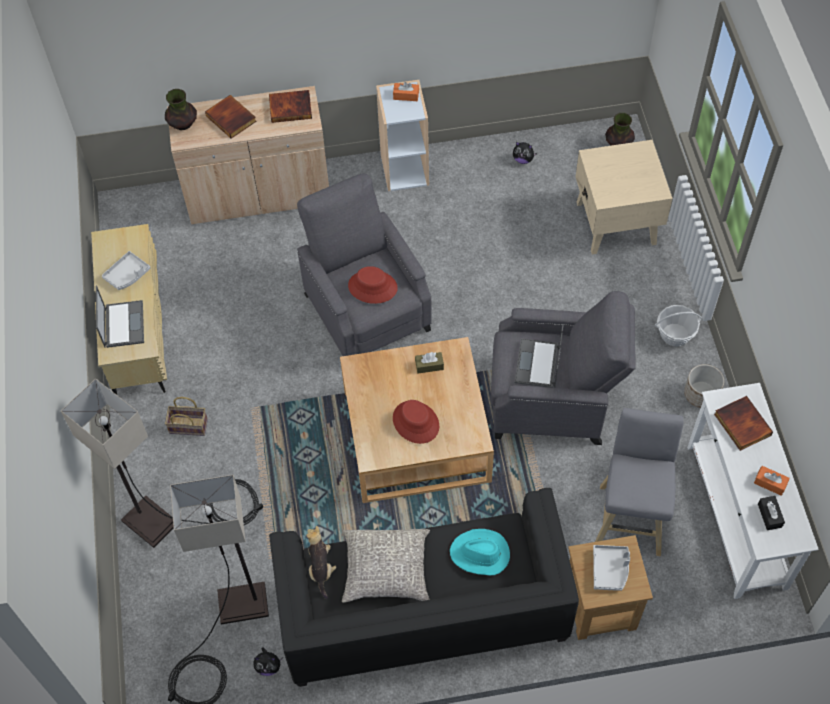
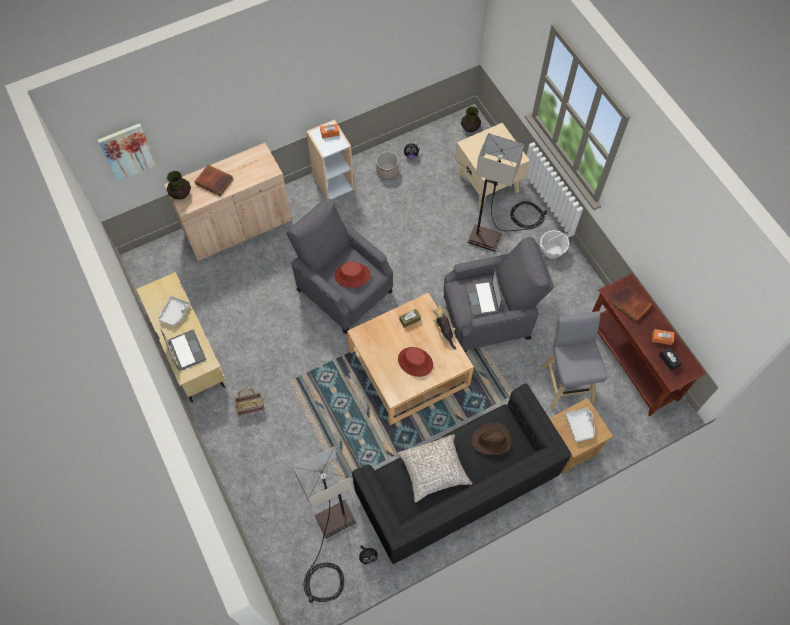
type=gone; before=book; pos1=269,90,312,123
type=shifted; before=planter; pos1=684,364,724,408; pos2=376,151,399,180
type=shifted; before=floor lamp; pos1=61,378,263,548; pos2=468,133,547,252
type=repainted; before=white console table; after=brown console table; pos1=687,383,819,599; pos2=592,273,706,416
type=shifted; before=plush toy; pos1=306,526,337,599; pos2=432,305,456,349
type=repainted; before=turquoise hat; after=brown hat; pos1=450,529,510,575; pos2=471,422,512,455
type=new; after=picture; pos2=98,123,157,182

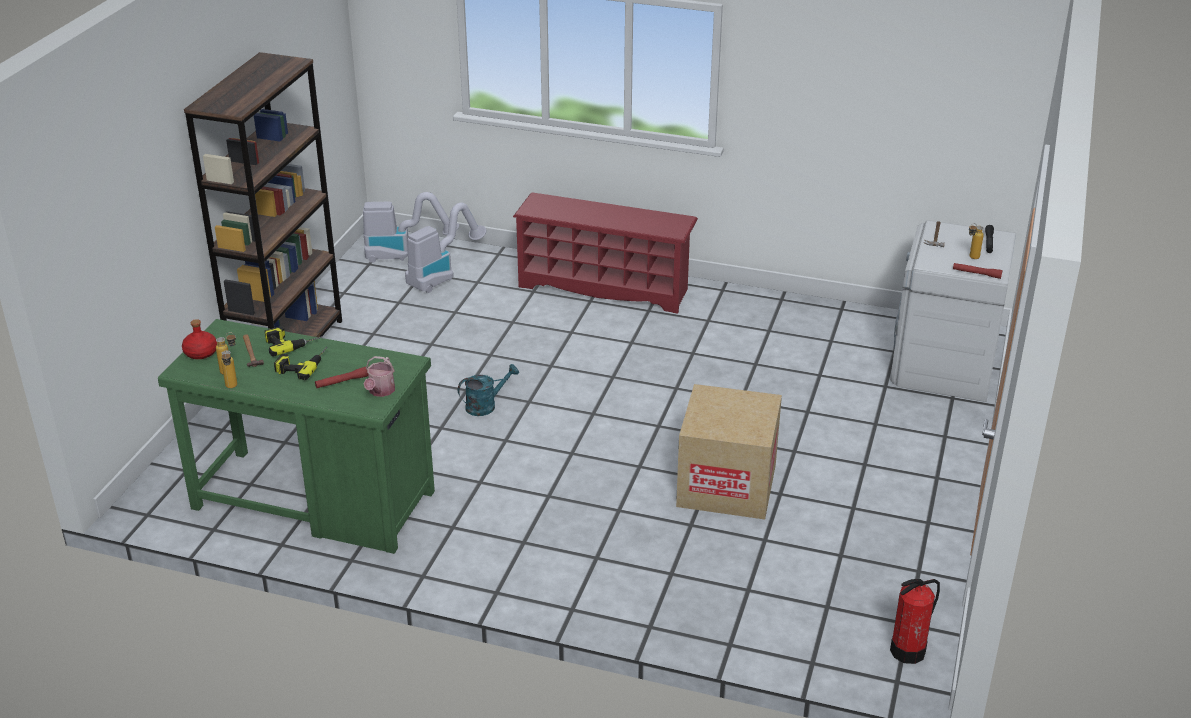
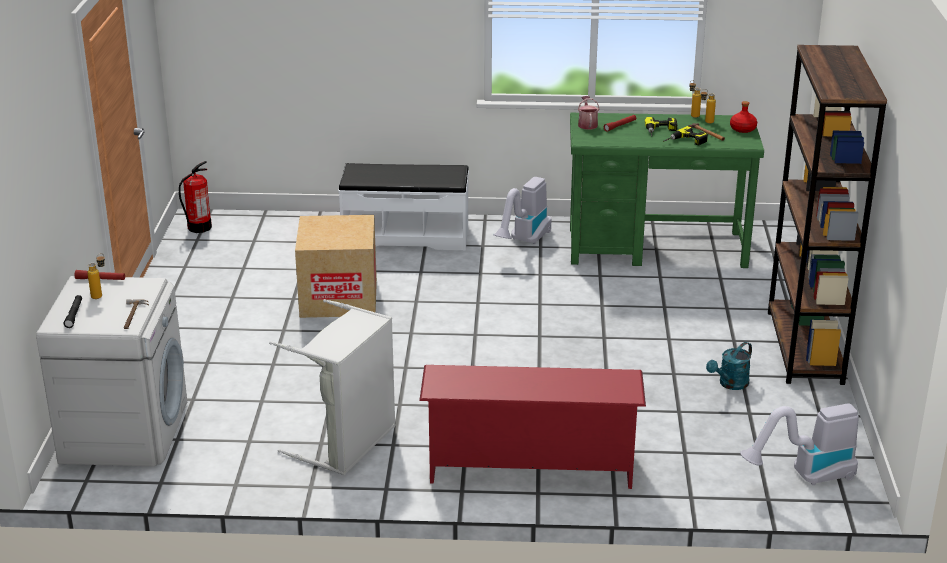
type=shifted; before=vacuum cleaner; pos1=405,203,486,293; pos2=493,177,551,244
type=shifted; before=turquoise watering can; pos1=458,364,519,416; pos2=706,342,752,390
type=new; after=white bench; pos2=338,163,469,251
type=new; after=grey laundry basket; pos2=269,299,396,475

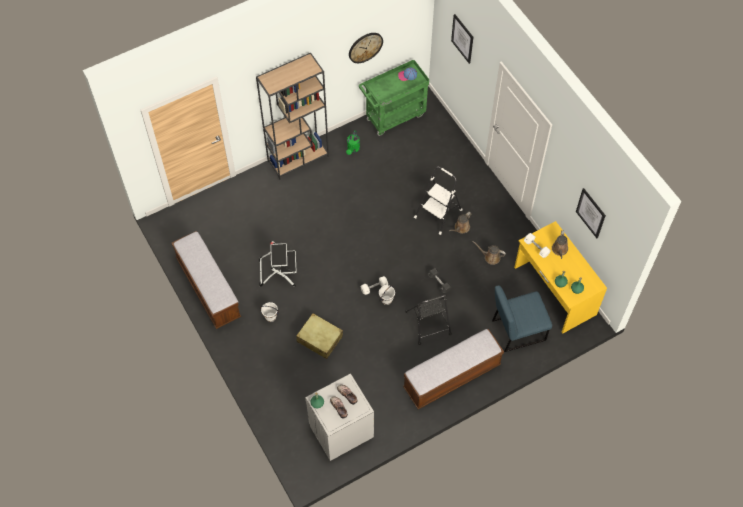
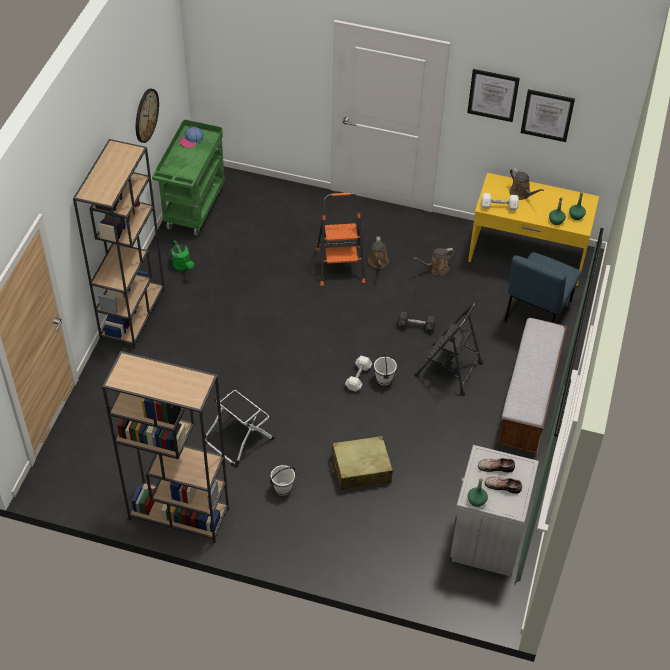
type=shifted; before=picture; pos1=451,14,473,64; pos2=467,69,520,122
type=repainted; before=white step ladder; after=orange step ladder; pos1=414,167,463,235; pos2=316,193,366,286
type=swapped; before=bench; after=bookcase; pos1=172,231,241,329; pos2=102,351,229,543

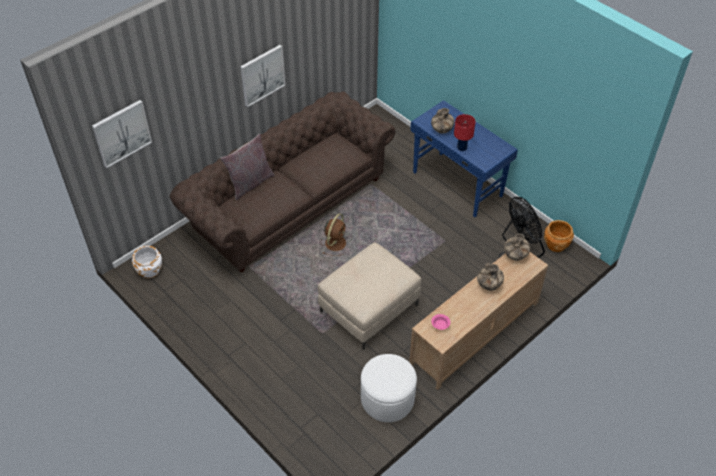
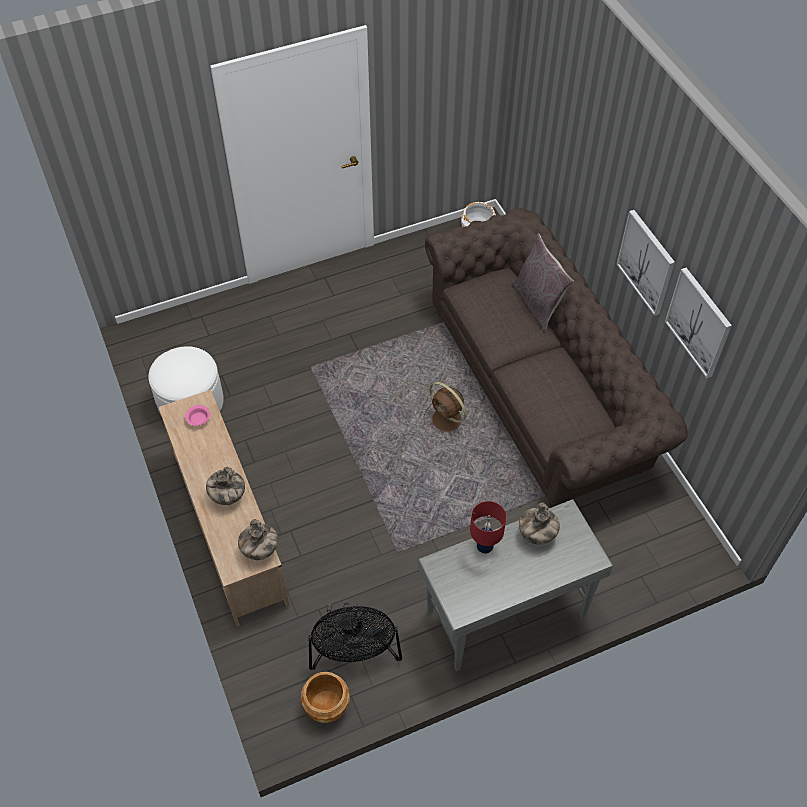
type=shifted; before=picture; pos1=92,100,152,168; pos2=665,268,732,378
type=repainted; before=blue console table; after=grey console table; pos1=410,100,518,217; pos2=418,499,613,671
type=gone; before=beige ottoman; pos1=318,243,421,350

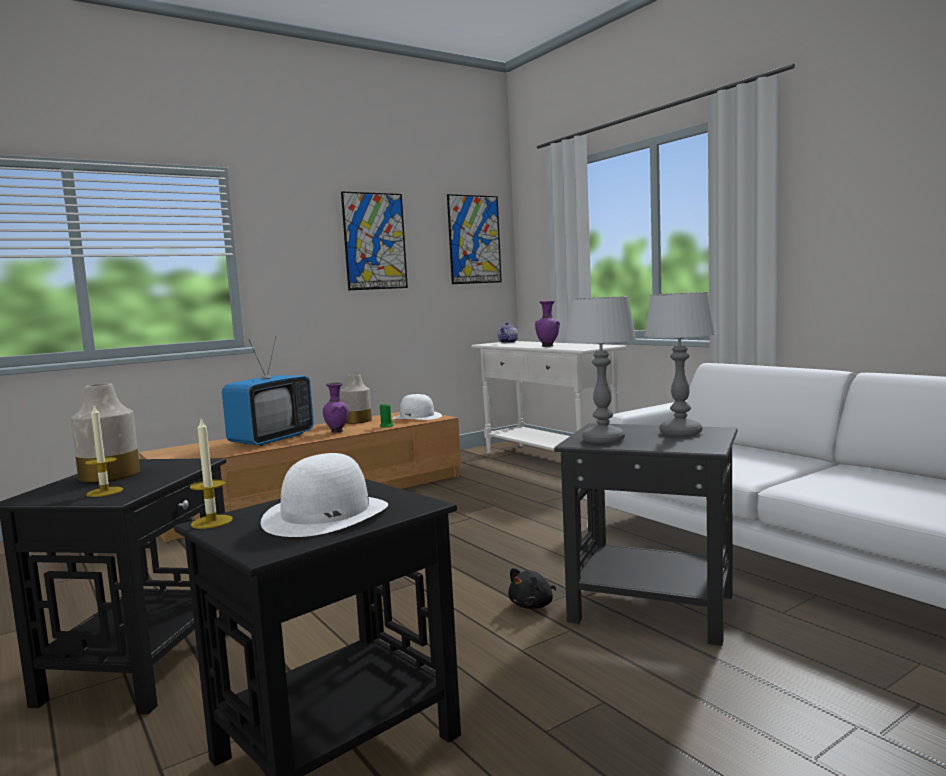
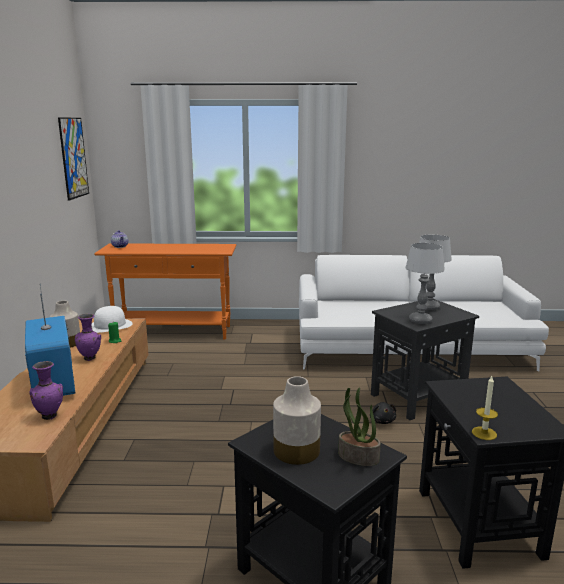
type=gone; before=picture; pos1=341,191,408,290
type=shifted; before=purple vase; pos1=535,301,560,347; pos2=29,361,63,420
type=repainted; before=white console table; after=orange console table; pos1=471,341,627,453; pos2=94,243,237,340
type=swapped; before=candle; after=potted plant; pos1=85,406,123,497; pos2=338,388,381,466
type=gone; before=white hat; pos1=261,453,388,537

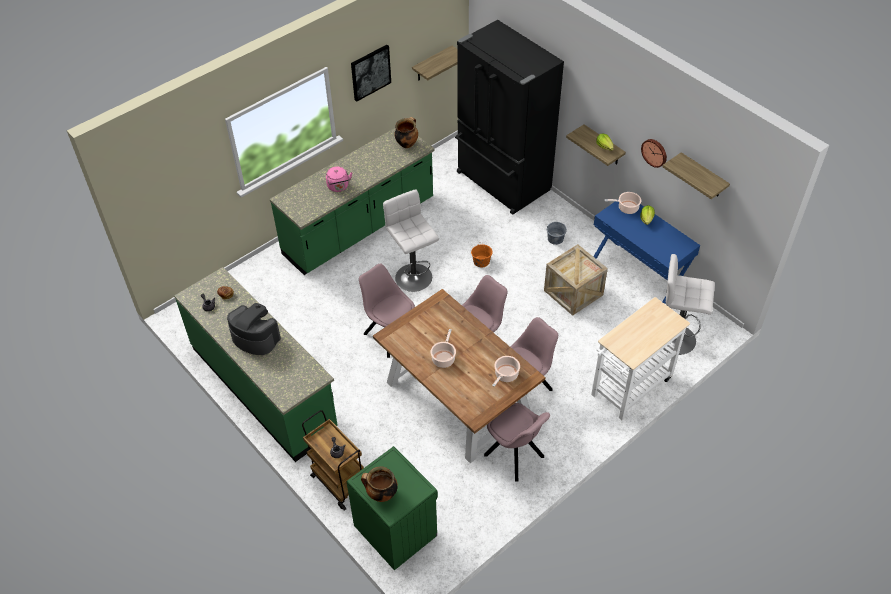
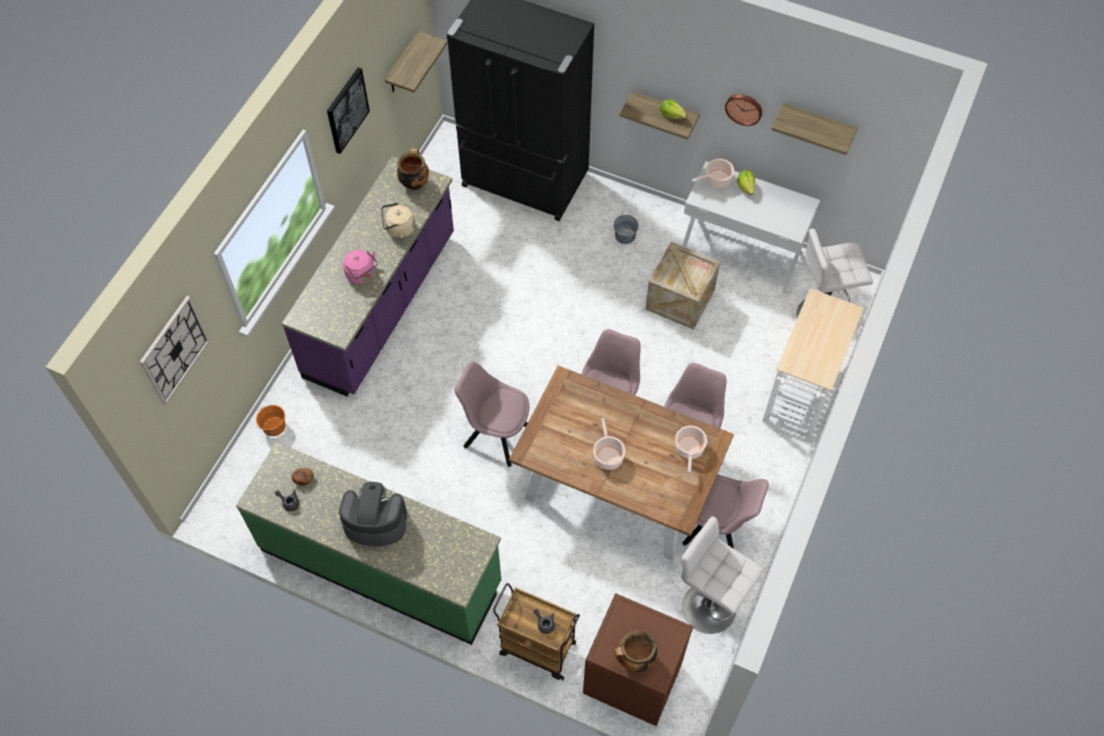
type=repainted; before=green counter; after=purple counter; pos1=270,128,435,275; pos2=281,156,454,396
type=shifted; before=white stool; pos1=383,190,439,292; pos2=681,516,764,634
type=repainted; before=blue console table; after=white console table; pos1=593,199,700,304; pos2=682,161,820,294
type=shifted; before=orange bucket; pos1=471,242,493,267; pos2=256,405,285,436
type=repainted; before=green washing machine; after=brown washing machine; pos1=346,446,438,570; pos2=583,593,693,726
type=new; after=beige kettle; pos2=381,203,415,239
type=new; after=wall clock; pos2=140,296,210,405

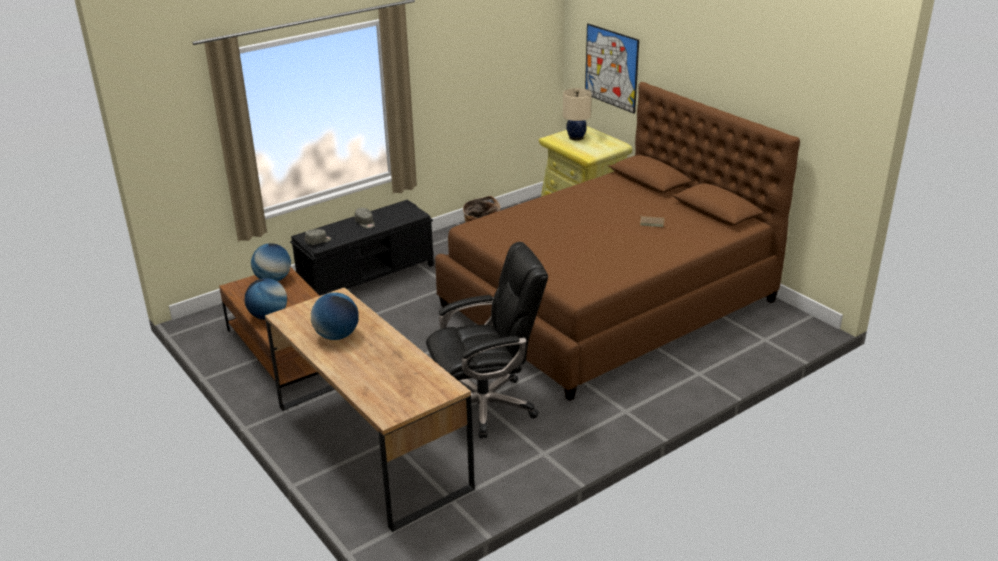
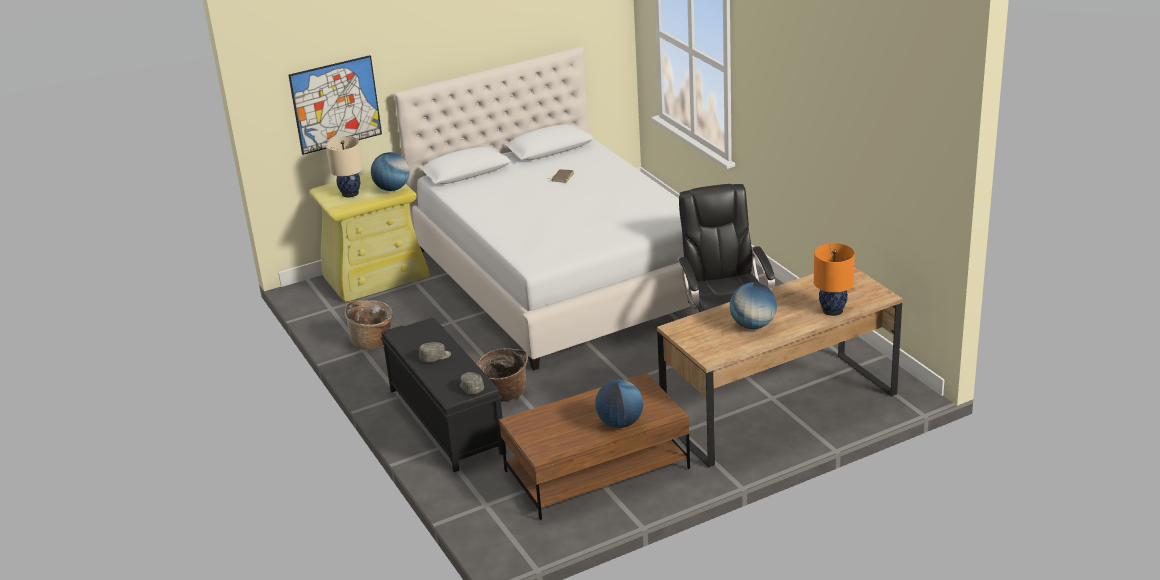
type=repainted; before=brown bed; after=white bed; pos1=435,82,800,401; pos2=394,46,691,370
type=shifted; before=globe; pos1=251,243,291,281; pos2=371,152,410,191
type=new; after=orange table lamp; pos2=814,243,855,316
type=new; after=basket; pos2=477,349,528,401

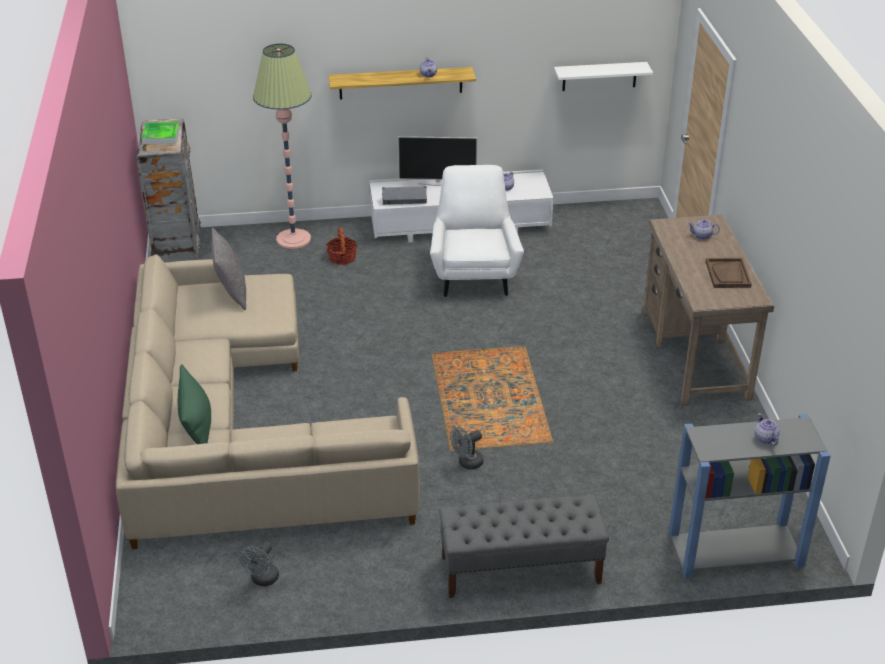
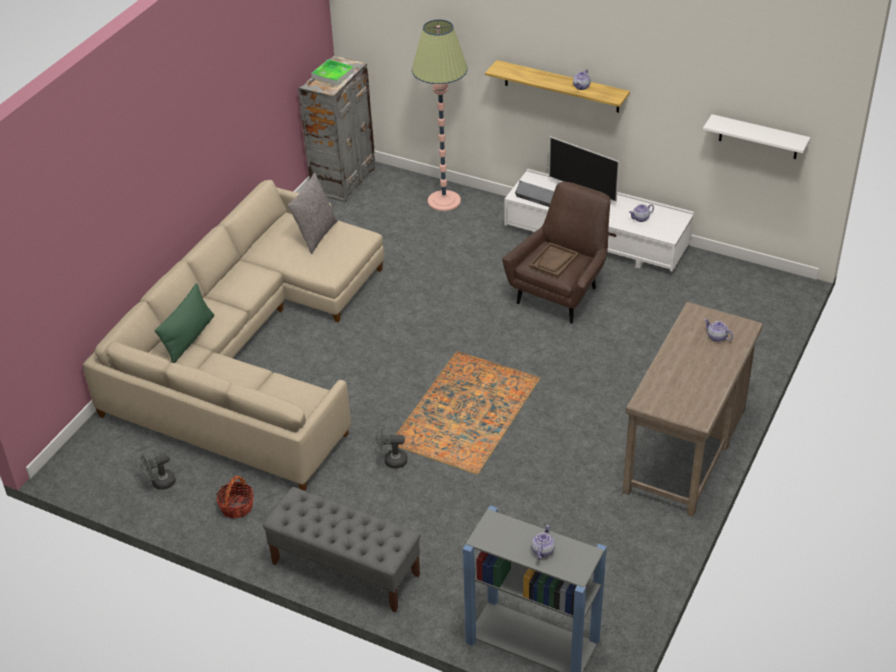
type=repainted; before=white armchair; after=brown armchair; pos1=430,165,524,297; pos2=502,182,611,324
type=shifted; before=basket; pos1=326,227,357,265; pos2=216,476,254,519
type=shifted; before=brown tray; pos1=706,258,752,288; pos2=529,243,579,278

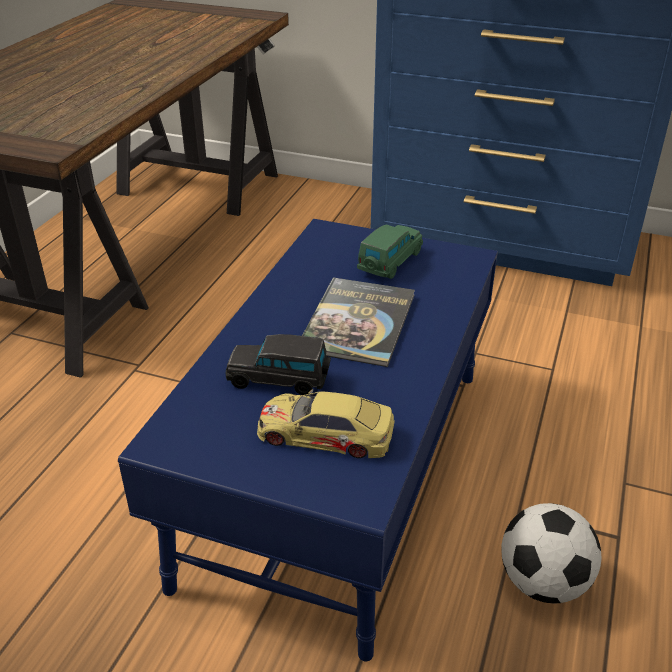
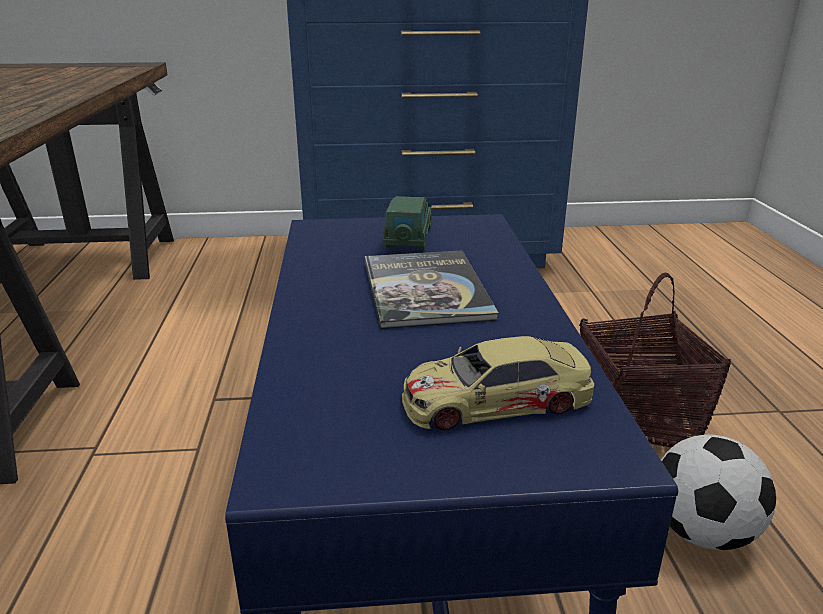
type=gone; before=black toy car; pos1=226,334,331,395
type=new; after=basket; pos2=579,273,731,448

